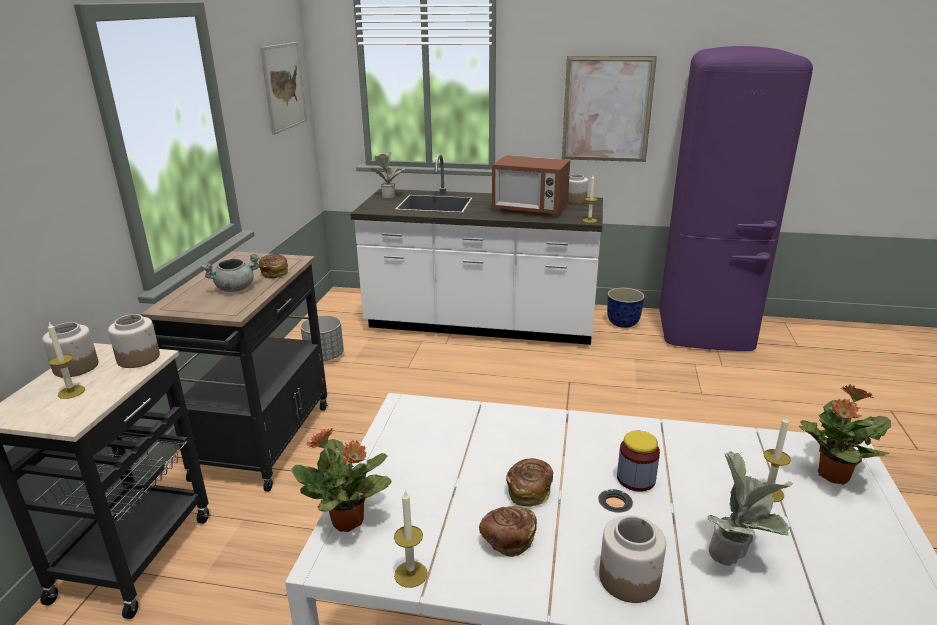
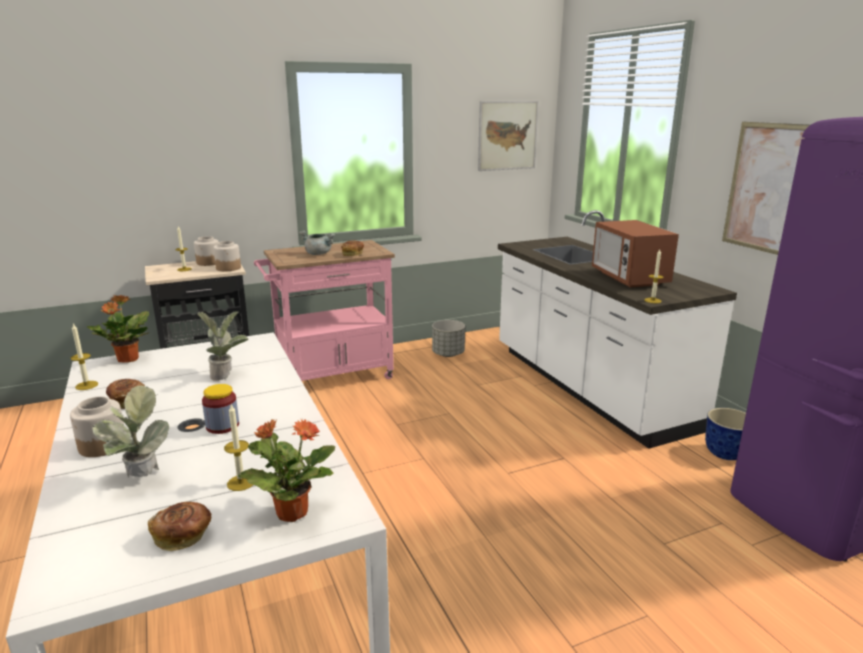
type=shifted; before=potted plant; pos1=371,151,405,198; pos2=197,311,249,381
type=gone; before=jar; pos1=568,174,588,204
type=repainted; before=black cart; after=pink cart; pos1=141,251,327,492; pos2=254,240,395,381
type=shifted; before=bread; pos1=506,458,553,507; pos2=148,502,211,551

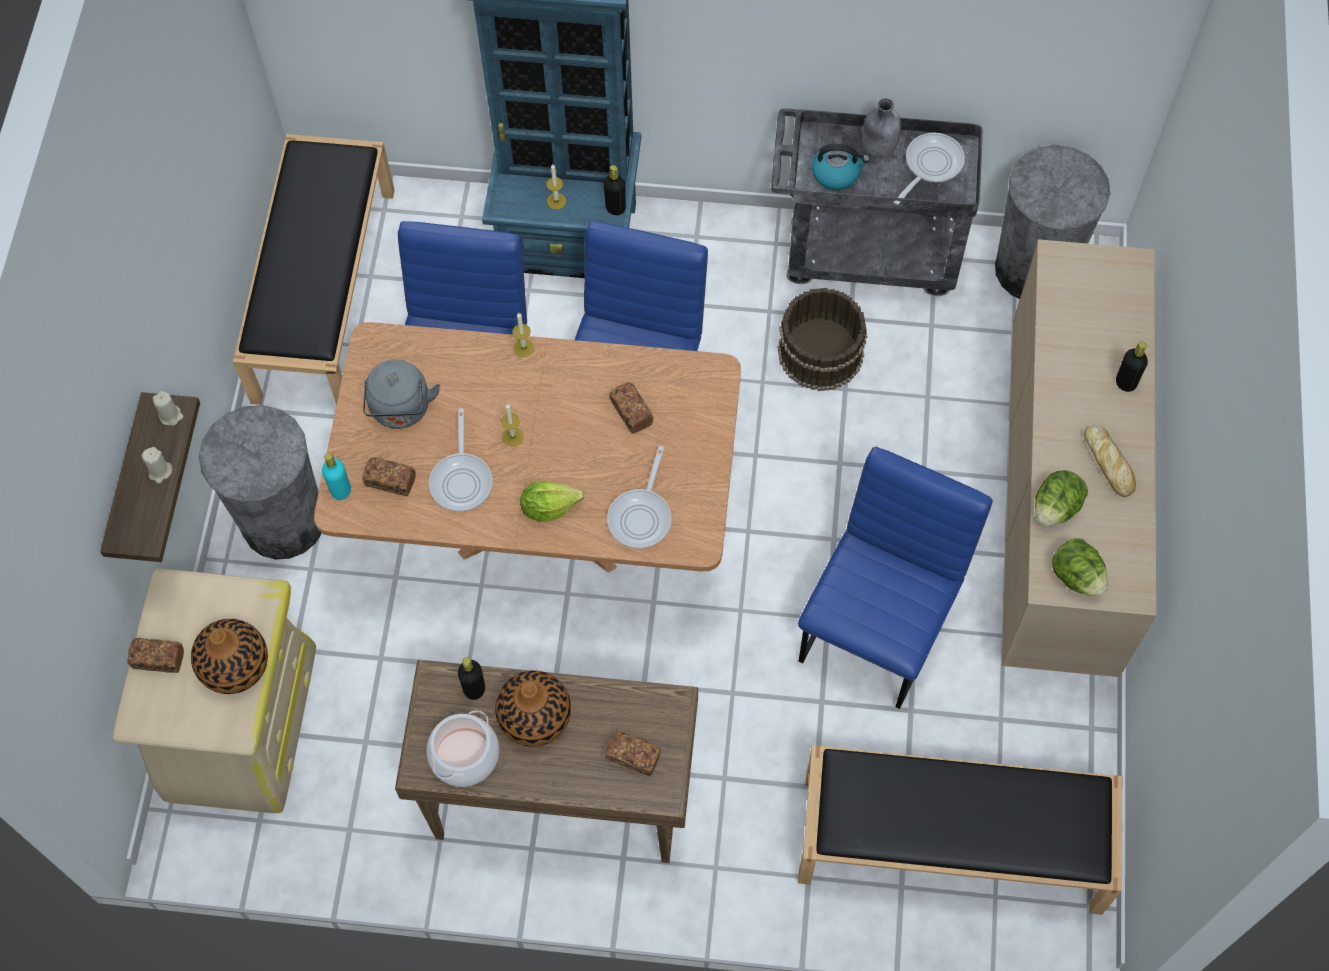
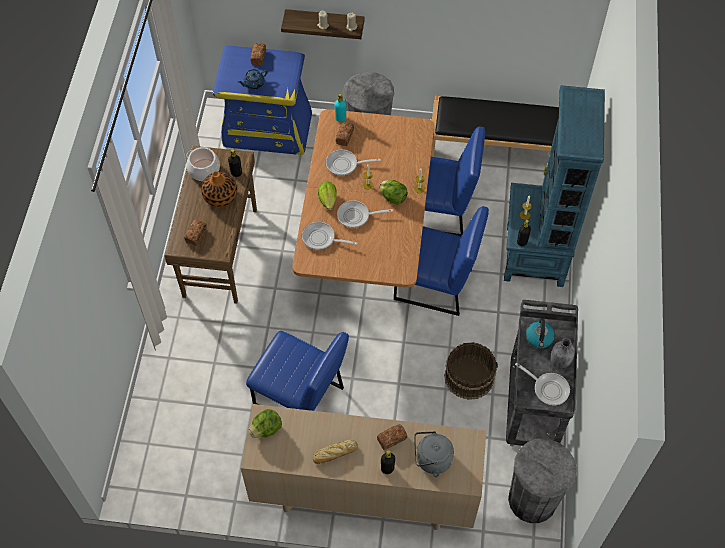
type=shifted; before=grey kettle; pos1=363,359,440,429; pos2=414,431,454,477
type=shifted; before=bread; pos1=609,382,653,434; pos2=377,424,407,450
type=shifted; before=lettuce; pos1=1035,470,1088,527; pos2=379,180,408,205
type=repainted; before=beige nightstand; after=blue nightstand; pos1=113,568,316,813; pos2=213,46,312,155
type=swapped; before=vase; after=blue teapot; pos1=191,619,268,694; pos2=238,69,268,89
type=gone; before=black bench; pos1=798,745,1123,915
type=new; after=frying pan; pos2=337,200,393,228

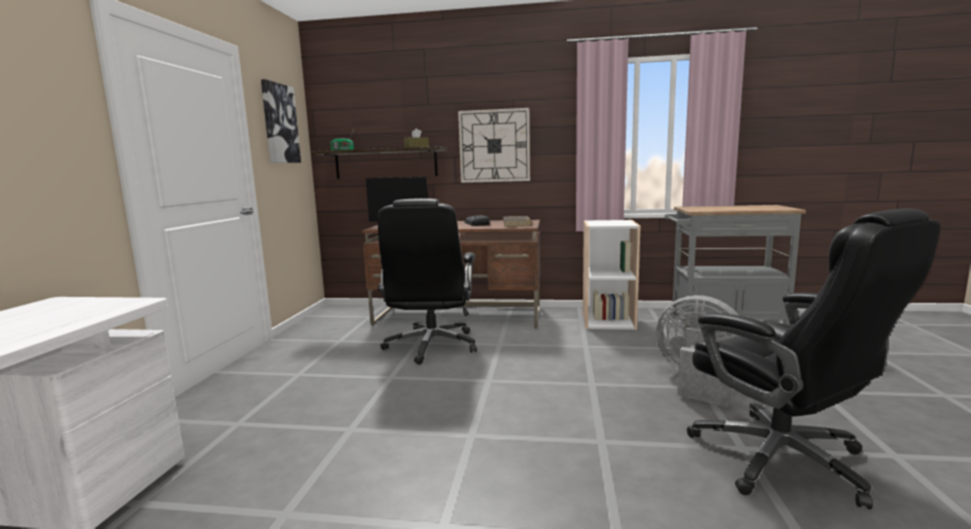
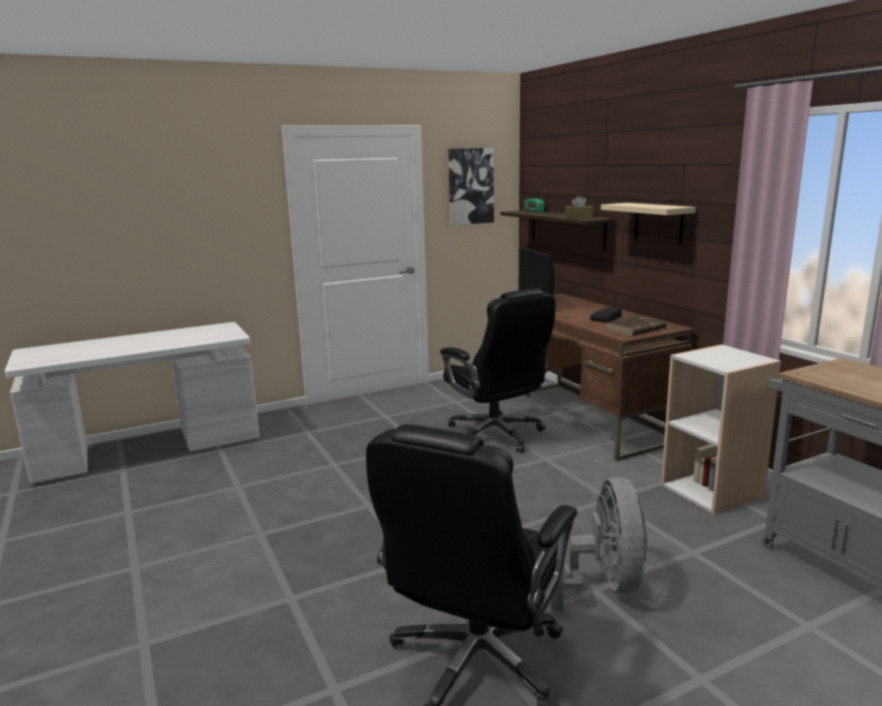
type=swapped; before=wall clock; after=beige shelf; pos1=458,108,530,183; pos2=601,203,696,245
type=rotated; before=black office chair; pos1=378,198,477,365; pos2=440,288,555,453; turn=-90

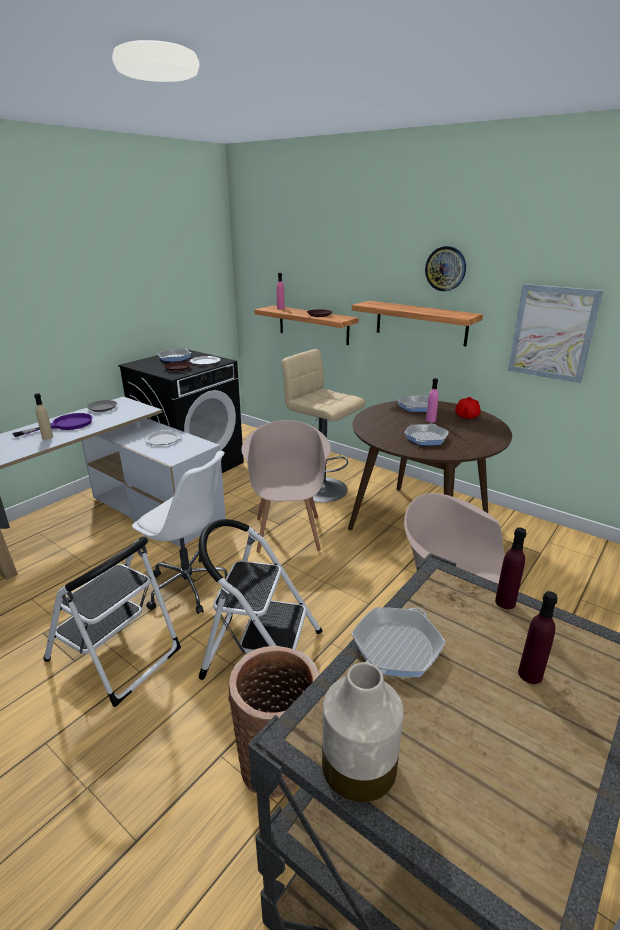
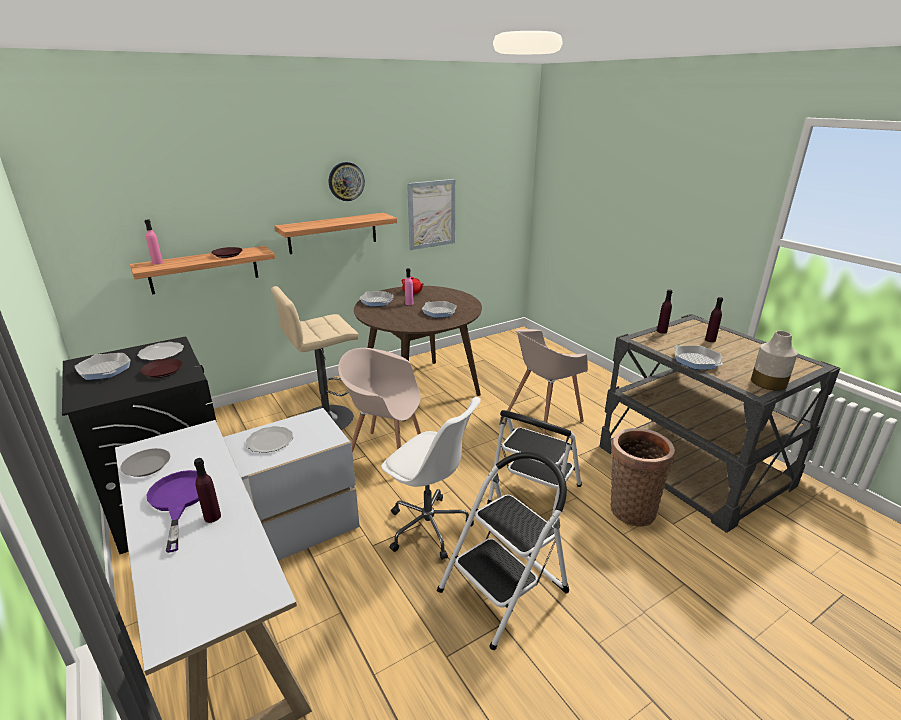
type=repainted; before=beige bottle; after=purple bottle; pos1=34,393,53,440; pos2=194,458,221,523
type=rotated; before=white office chair; pos1=132,451,228,614; pos2=381,397,481,560; turn=75

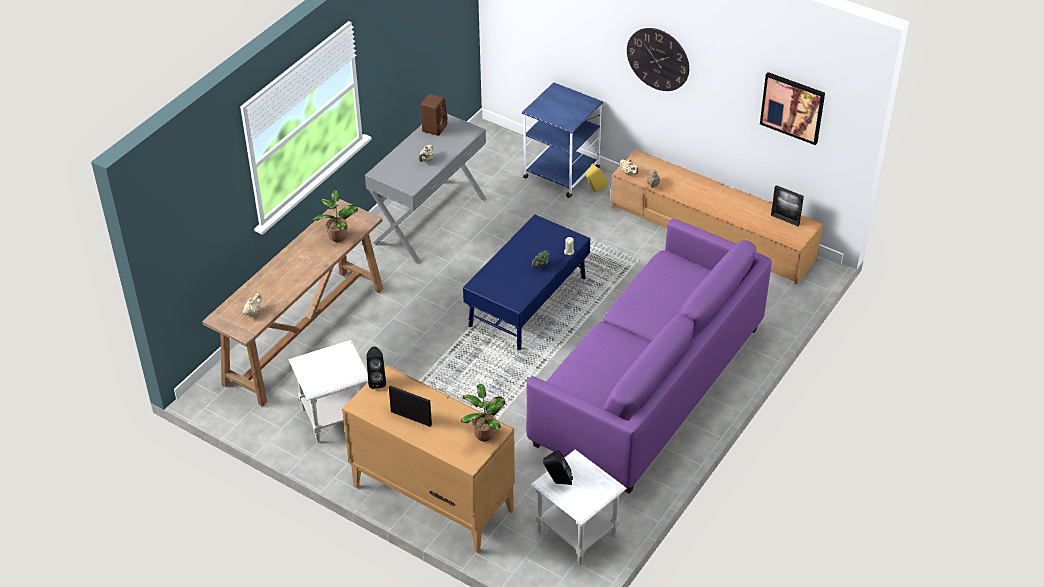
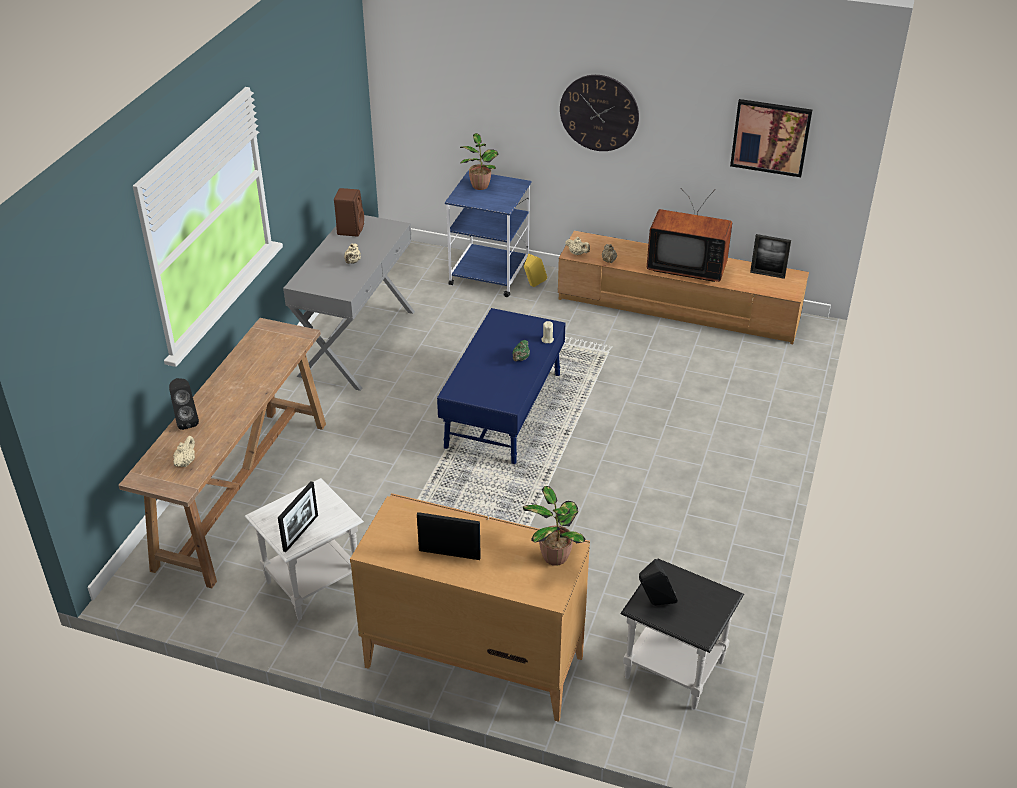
type=shifted; before=potted plant; pos1=312,190,358,242; pos2=460,133,499,190
type=gone; before=purple sofa; pos1=526,219,772,494
type=shifted; before=black speaker; pos1=366,347,386,389; pos2=169,378,199,430
type=repainted; before=white side table; after=black side table; pos1=530,450,627,565; pos2=620,559,744,710
type=new; after=television; pos2=647,188,732,282
type=new; after=picture frame; pos2=278,481,318,552

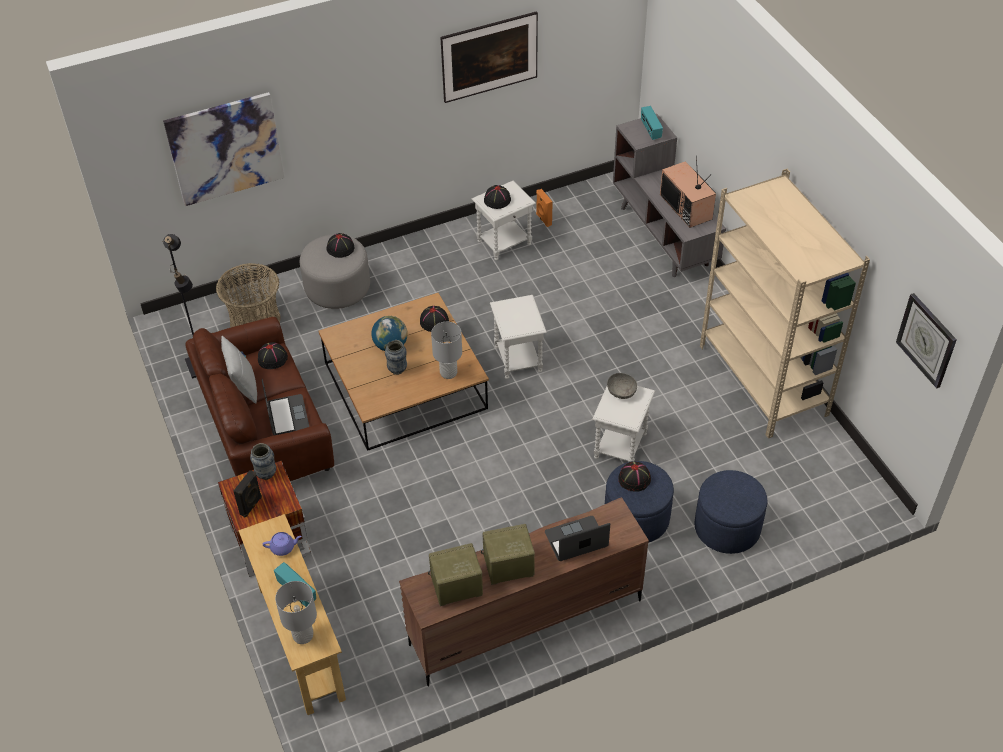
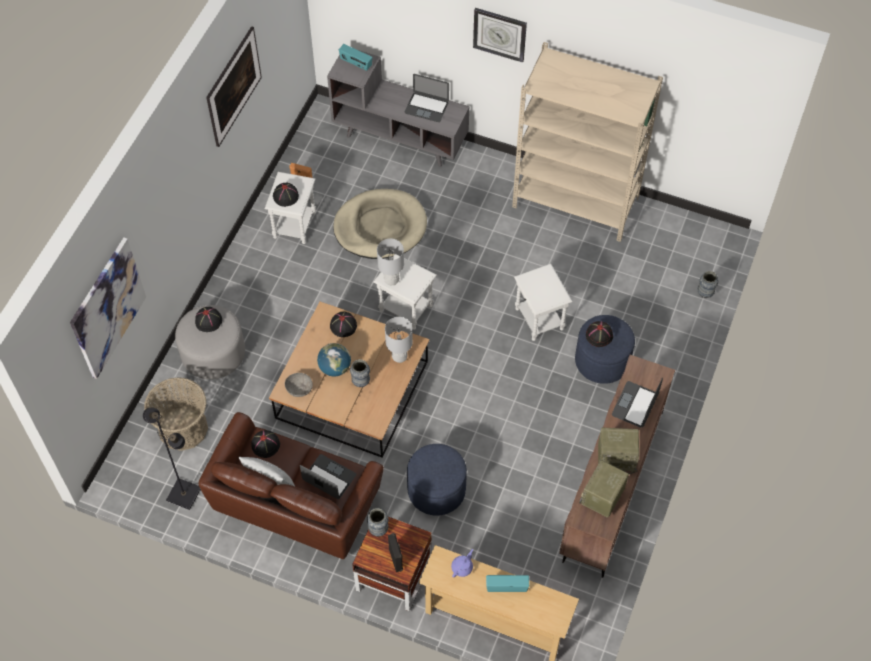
type=swapped; before=television; after=laptop; pos1=660,156,716,228; pos2=404,74,449,122
type=shifted; before=wall clock; pos1=896,293,957,389; pos2=473,8,527,63
type=shifted; before=grey bowl; pos1=607,373,637,399; pos2=285,373,313,397
type=shifted; before=blue ottoman; pos1=695,470,767,554; pos2=407,444,467,516
type=rotated; before=radio; pos1=481,524,535,585; pos2=598,427,639,474; turn=-120
type=shifted; before=grey table lamp; pos1=275,581,317,644; pos2=377,239,404,286
type=new; after=beige dog bed; pos2=333,189,427,259
type=new; after=vase; pos2=698,271,718,298

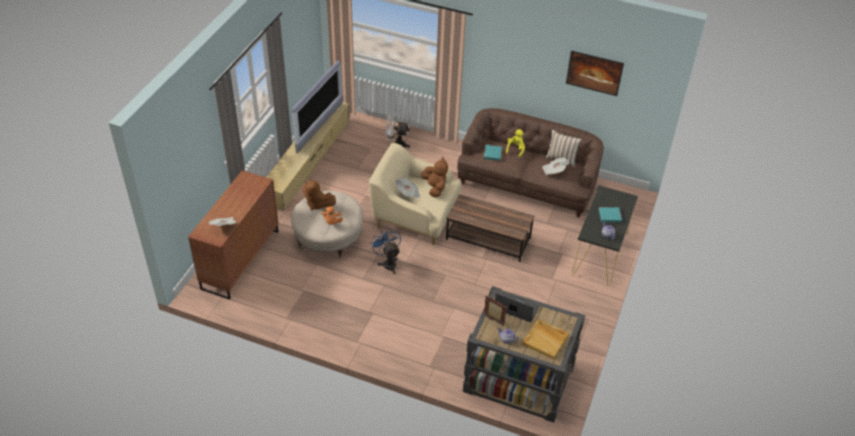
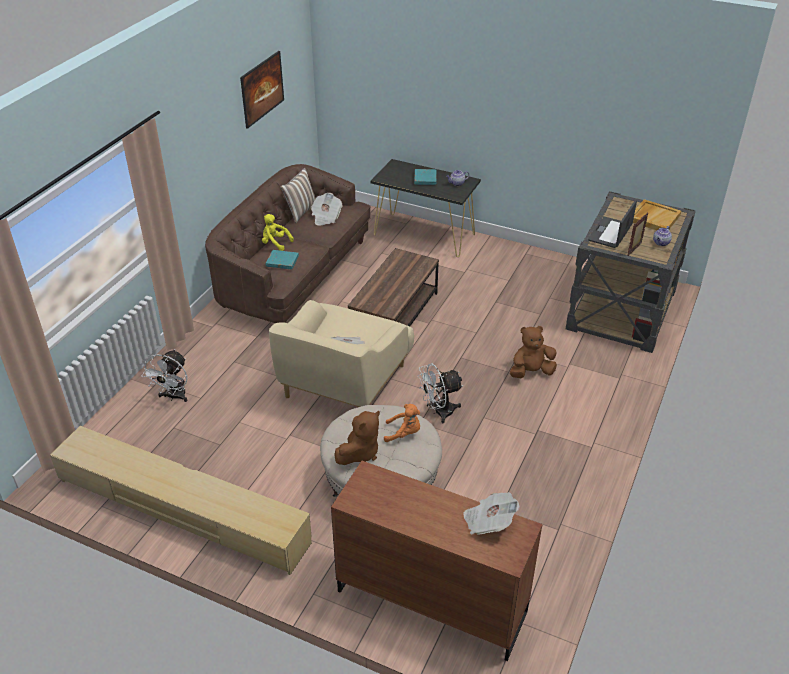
type=gone; before=television; pos1=292,61,343,154
type=shifted; before=brown plush toy; pos1=421,157,448,198; pos2=510,326,557,378
type=repainted; before=blue fan; after=white fan; pos1=371,228,401,274; pos2=418,363,463,423

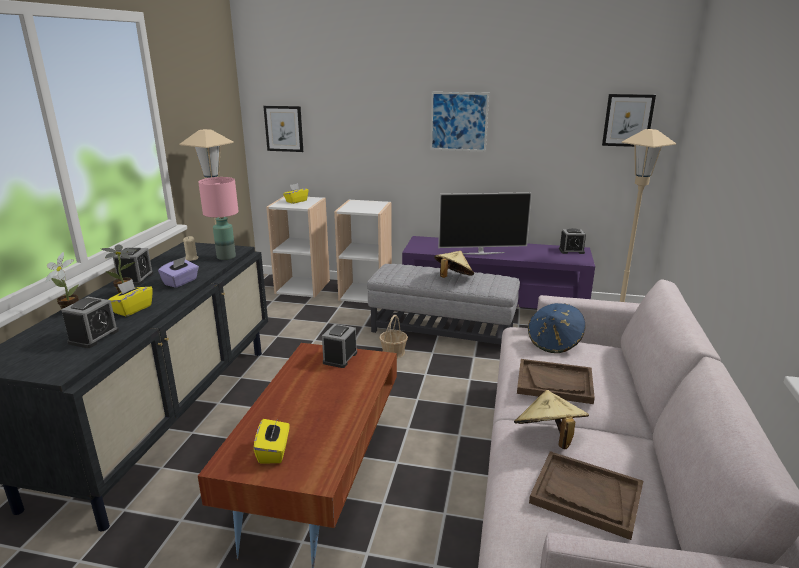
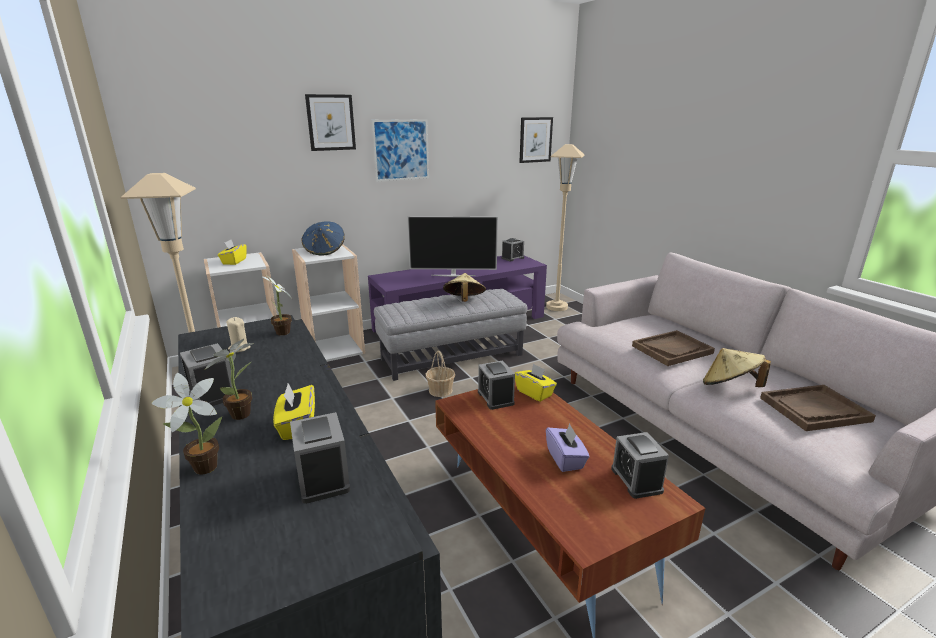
type=shifted; before=picture; pos1=263,106,303,152; pos2=305,94,356,151
type=swapped; before=pink table lamp; after=potted plant; pos1=198,177,239,260; pos2=261,276,292,335
type=rotated; before=television; pos1=438,192,532,255; pos2=407,216,498,277; turn=45
type=shifted; before=purple tissue box; pos1=158,256,199,288; pos2=546,424,590,472
type=shifted; before=blue hat; pos1=528,303,585,353; pos2=302,221,345,255
type=shifted; before=yellow tissue box; pos1=253,418,289,464; pos2=515,363,557,402
type=new; after=alarm clock; pos2=611,432,669,499

